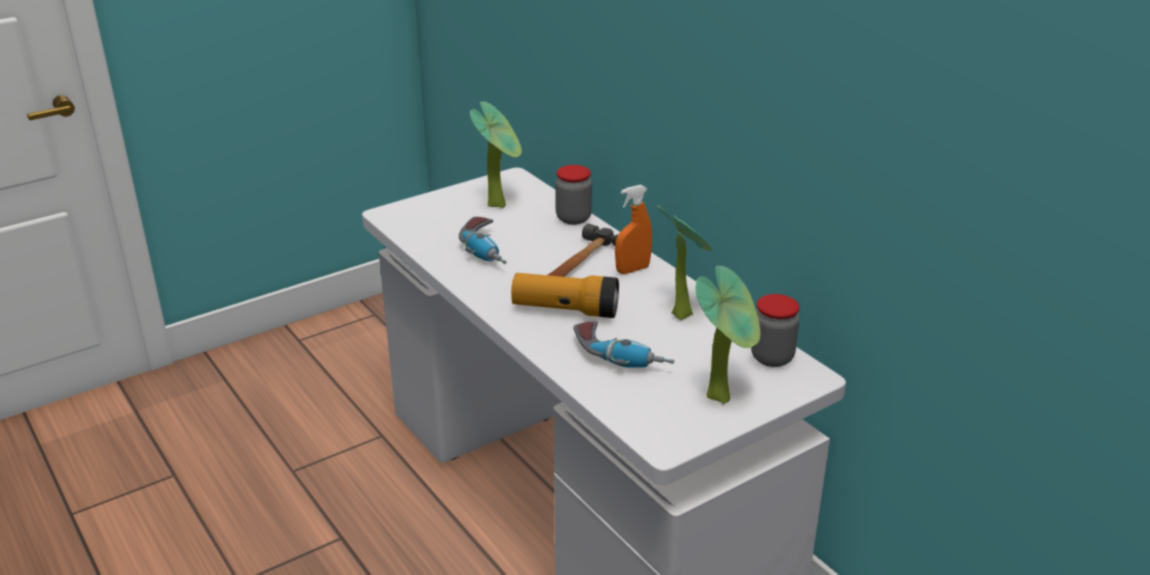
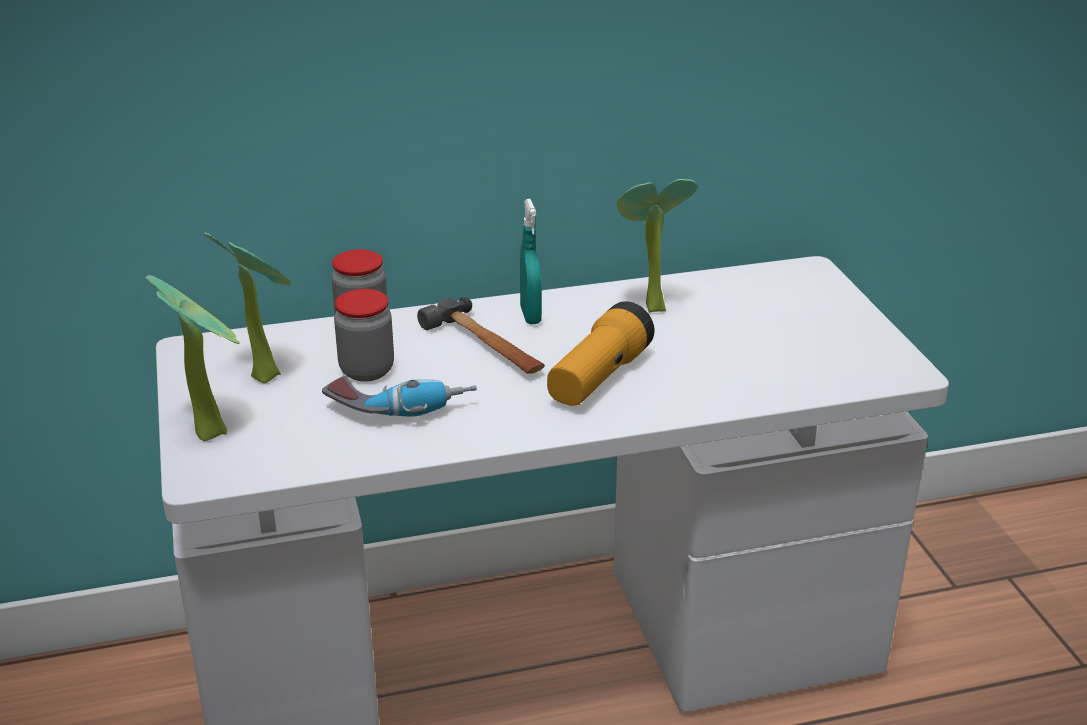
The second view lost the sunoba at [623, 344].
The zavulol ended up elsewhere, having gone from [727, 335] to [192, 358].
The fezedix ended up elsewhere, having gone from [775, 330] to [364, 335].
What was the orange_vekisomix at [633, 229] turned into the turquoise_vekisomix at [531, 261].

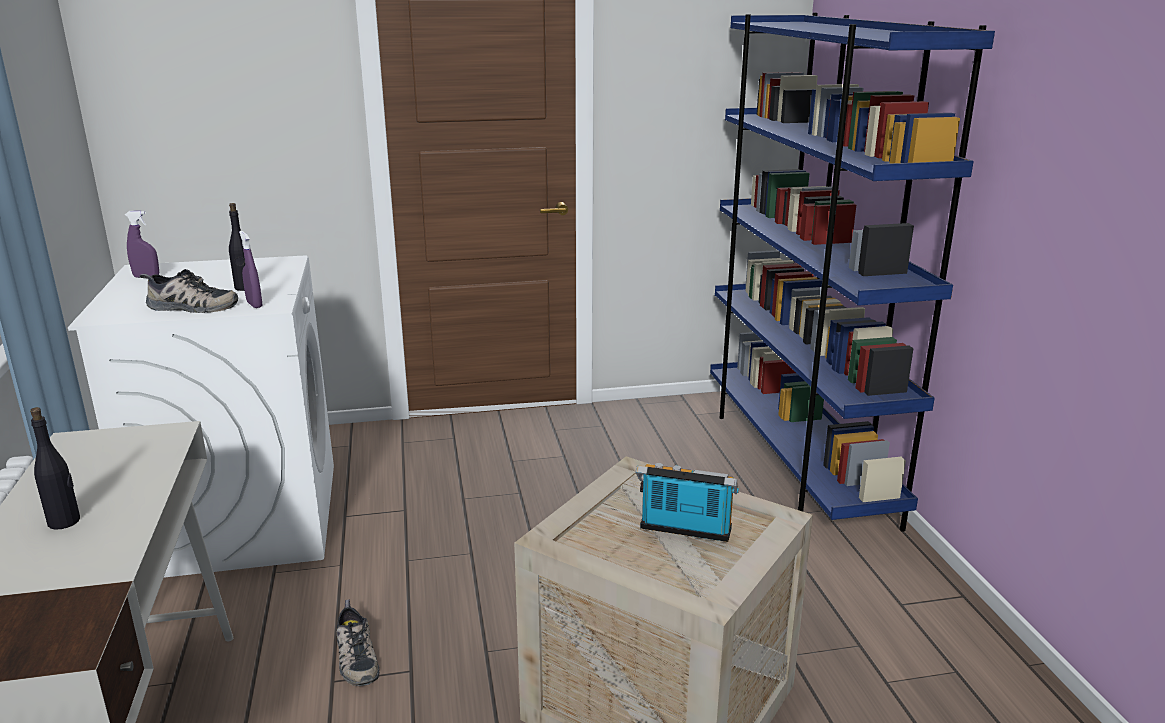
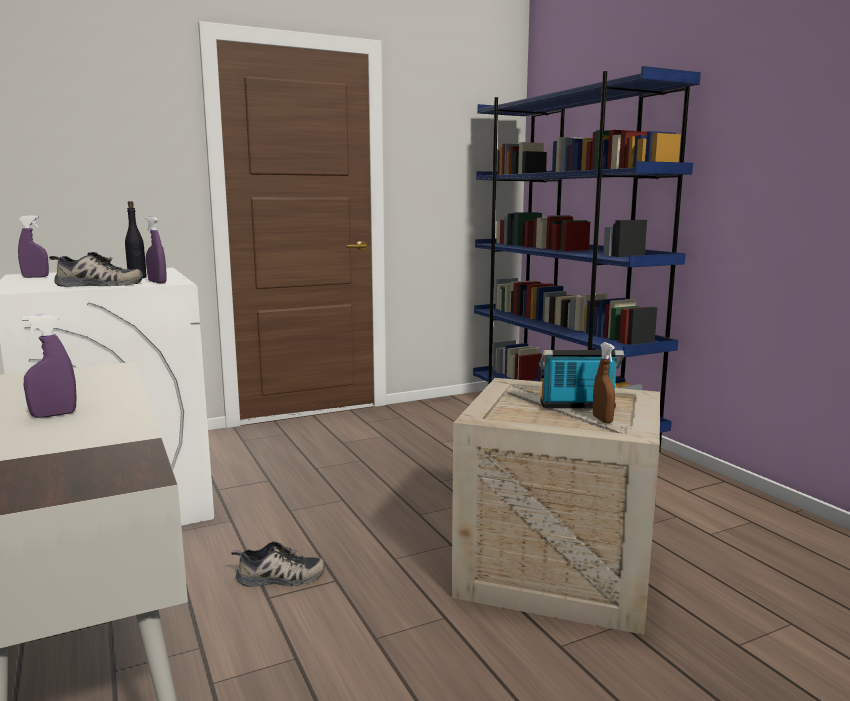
The second view gained the brown_vekisomix at [604, 382].
Where the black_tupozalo stood at [55, 468], the purple_vekisomix came to stand at [49, 366].
The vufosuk at [358, 642] ended up facing another way, 60 degrees counterclockwise from before.

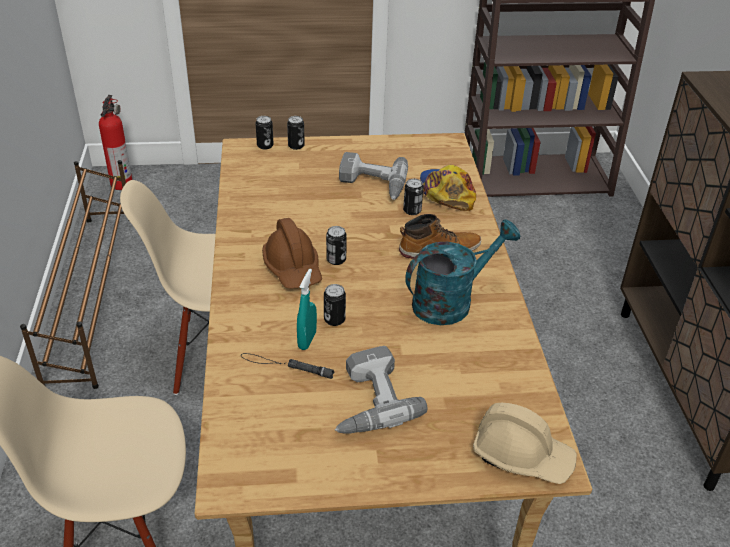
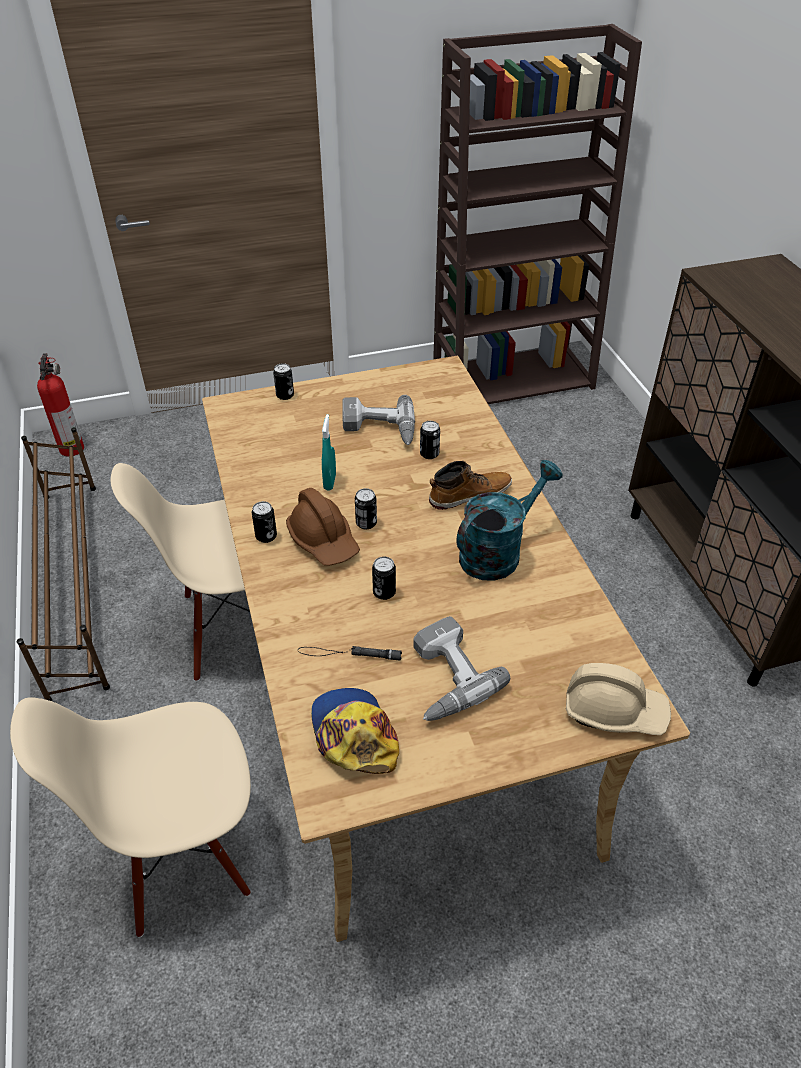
The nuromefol ended up elsewhere, having gone from [265, 133] to [264, 522].
The turquoise_vekisomix ended up elsewhere, having gone from [307, 309] to [329, 452].
The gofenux ended up elsewhere, having gone from [448, 188] to [355, 731].

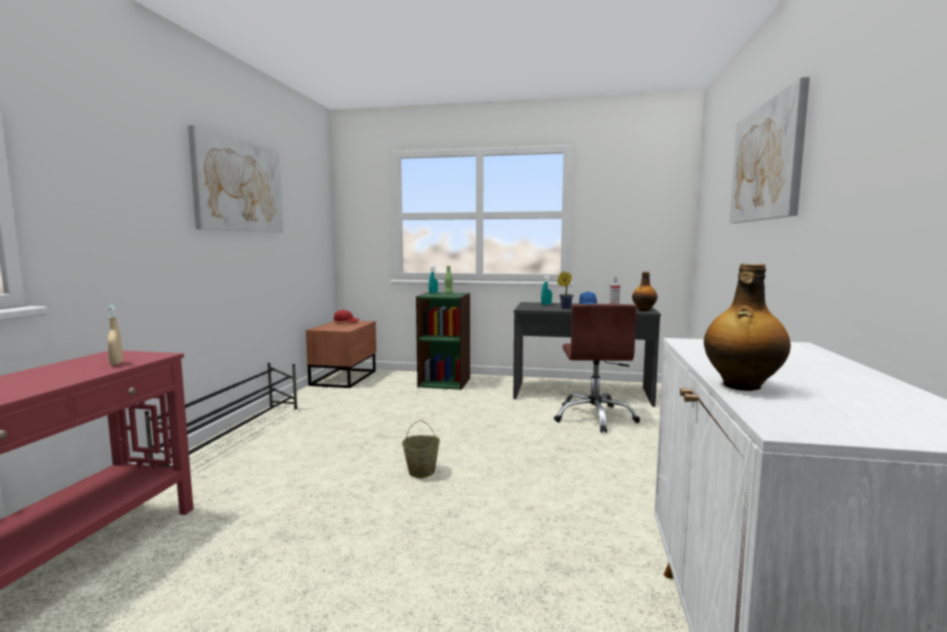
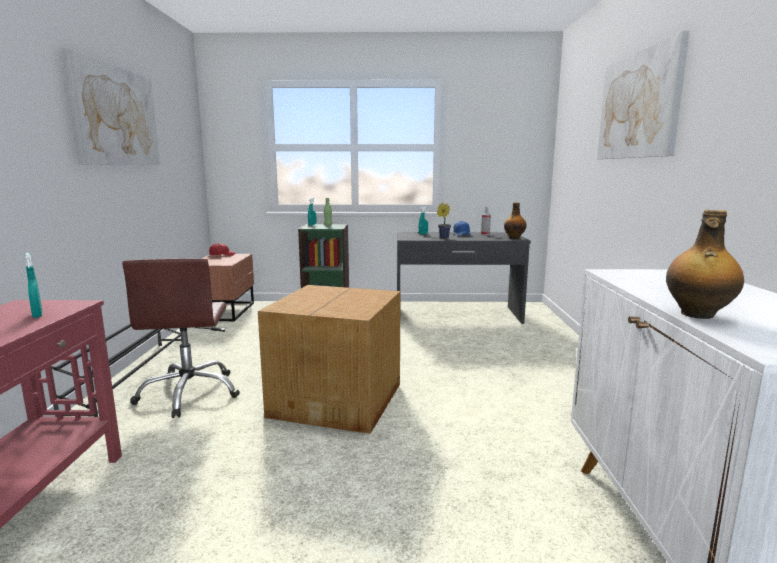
The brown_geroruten ended up elsewhere, having gone from [597, 368] to [181, 338].
Where the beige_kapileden stood at [421, 449], the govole came to stand at [329, 359].
What was the beige_vekisomix at [115, 335] turned into the turquoise_vekisomix at [34, 285].

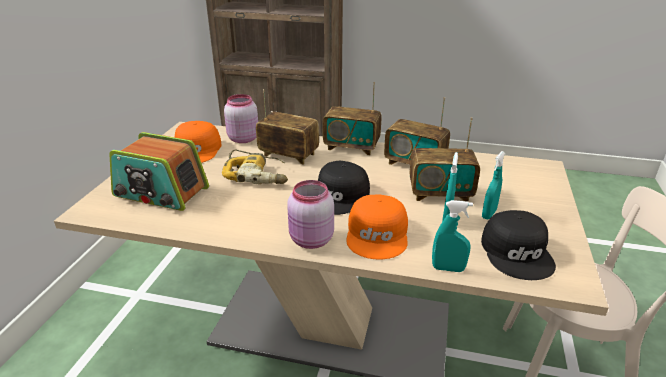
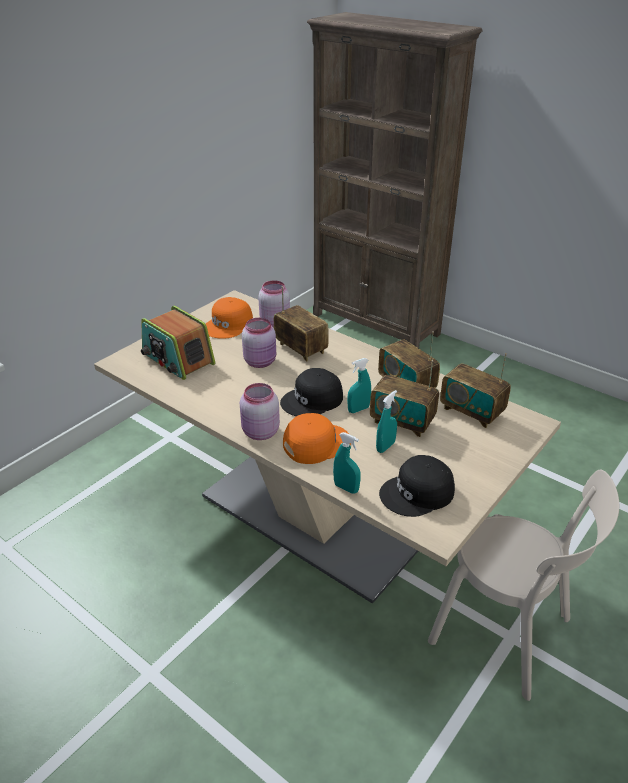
The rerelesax ended up elsewhere, having gone from [352, 118] to [475, 390].
The turquoise_vekisomix ended up elsewhere, having gone from [493, 185] to [359, 385].
Where the sunoba stood at [255, 167], the pink_fezedix came to stand at [259, 343].
The orange_gofenux at [377, 227] ended up facing another way, 150 degrees counterclockwise from before.
The black_gofenux at [518, 245] ended up facing another way, 45 degrees clockwise from before.

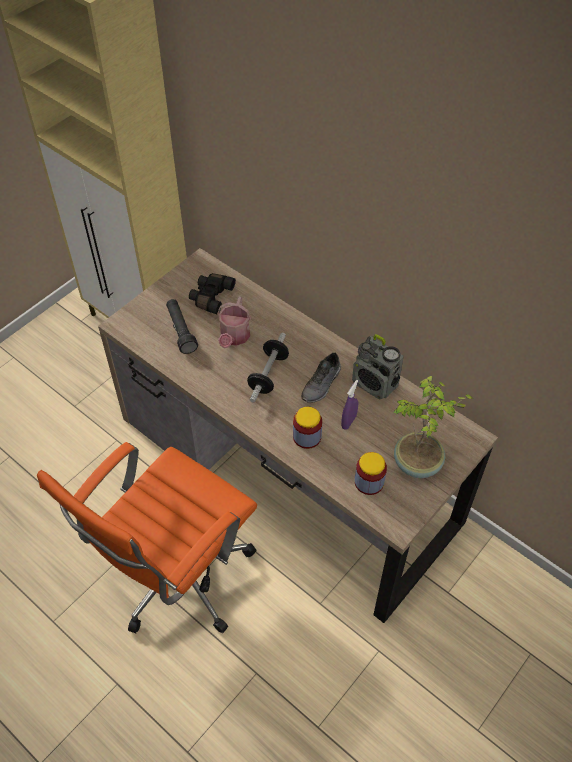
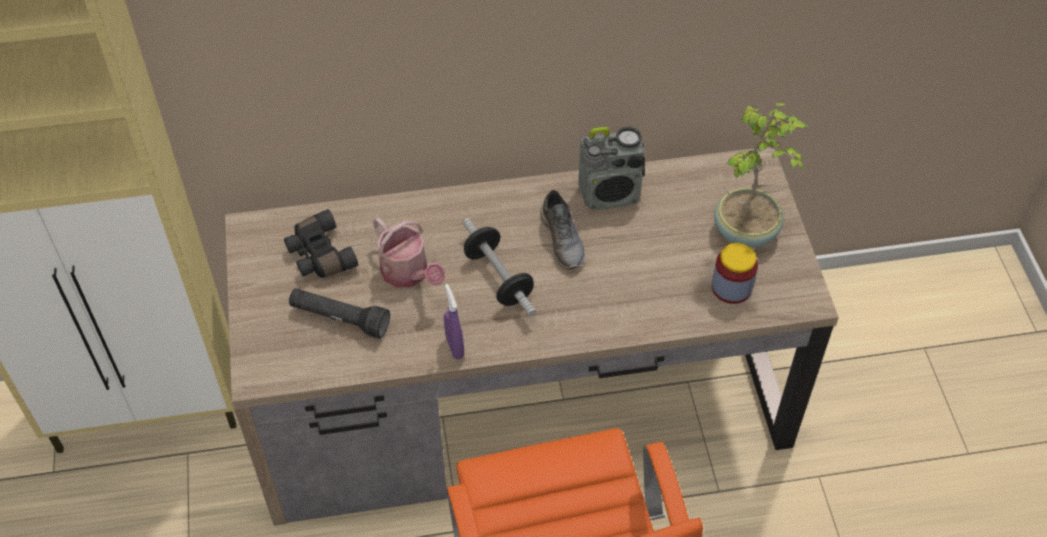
The second view lost the fezedix at [307, 428].
The purple_vekisomix ended up elsewhere, having gone from [350, 405] to [454, 321].

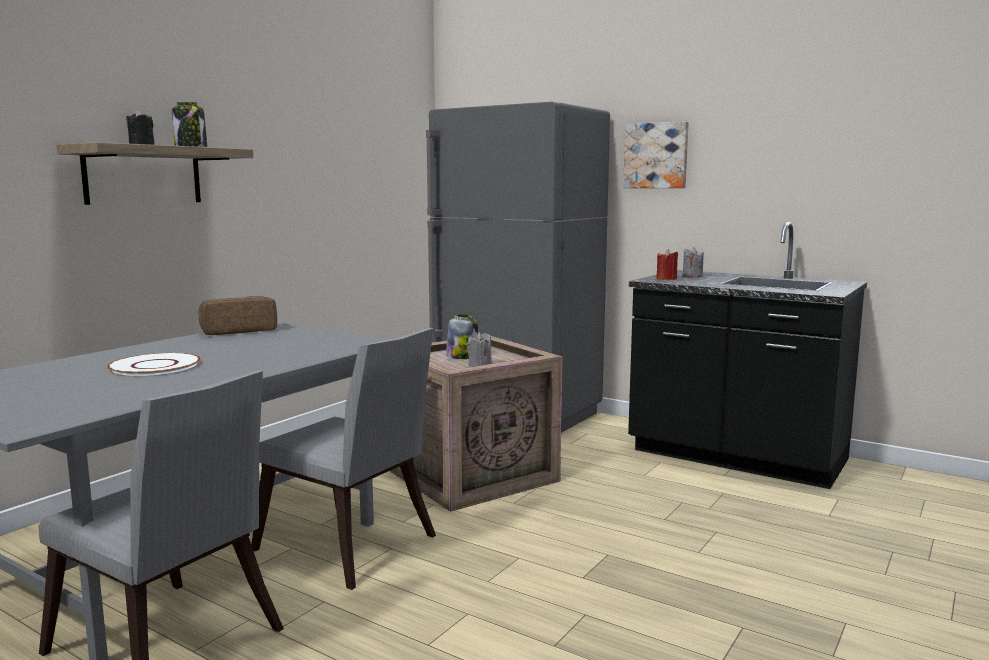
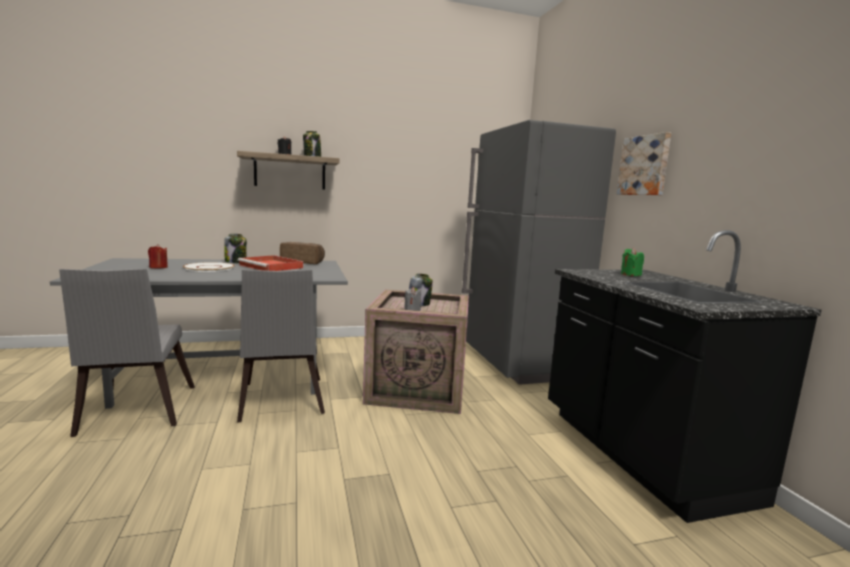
The second view gained the fezedix at [236, 248].
The second view gained the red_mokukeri at [270, 263].
The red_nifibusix ended up elsewhere, having gone from [667, 264] to [158, 256].
What was the grey_nifibusix at [693, 262] turned into the green_nifibusix at [632, 262].

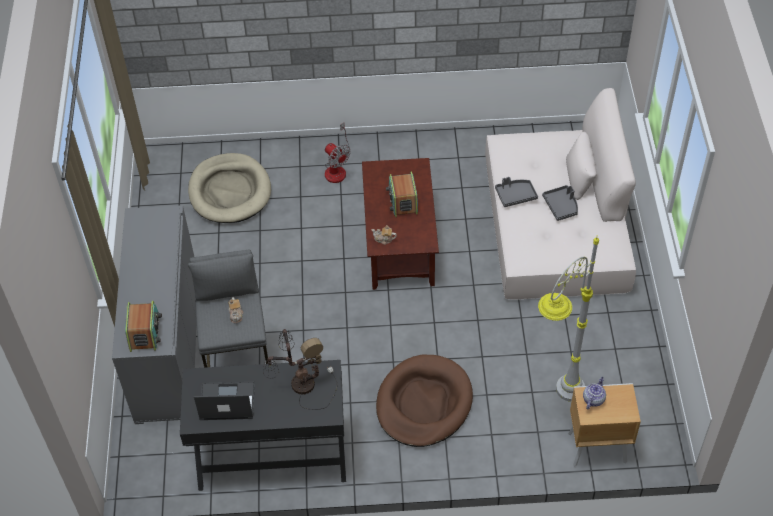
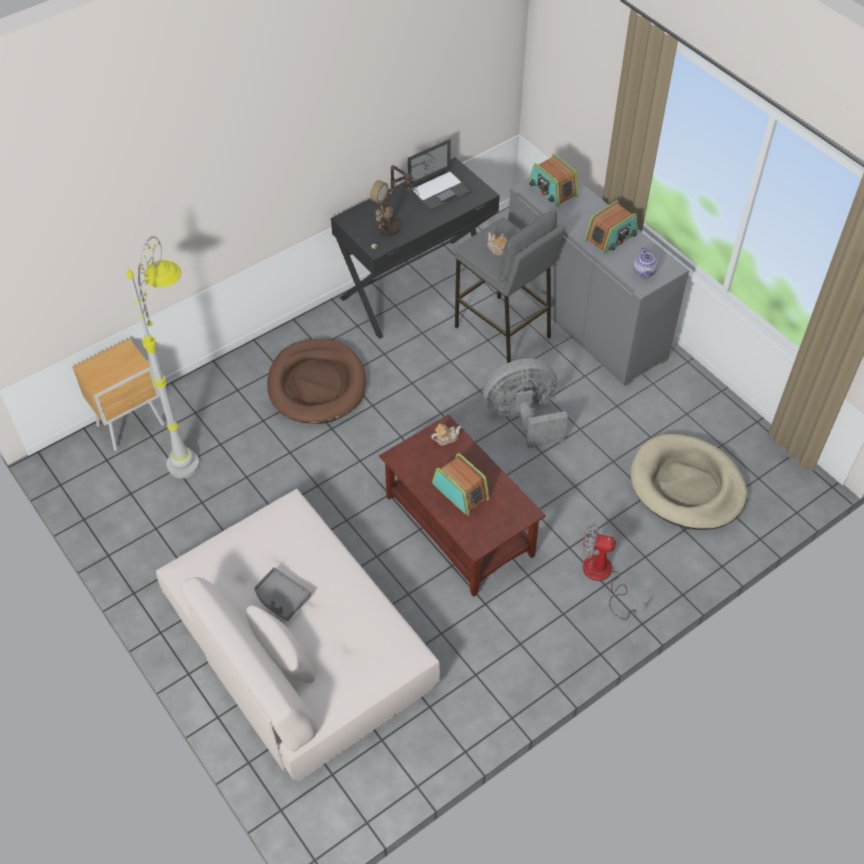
The second view lost the grey_mokukeri at [516, 192].
The second view gained the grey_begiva at [525, 403].
The second view gained the rerelesax at [610, 227].
The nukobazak ended up elsewhere, having gone from [594, 393] to [645, 263].

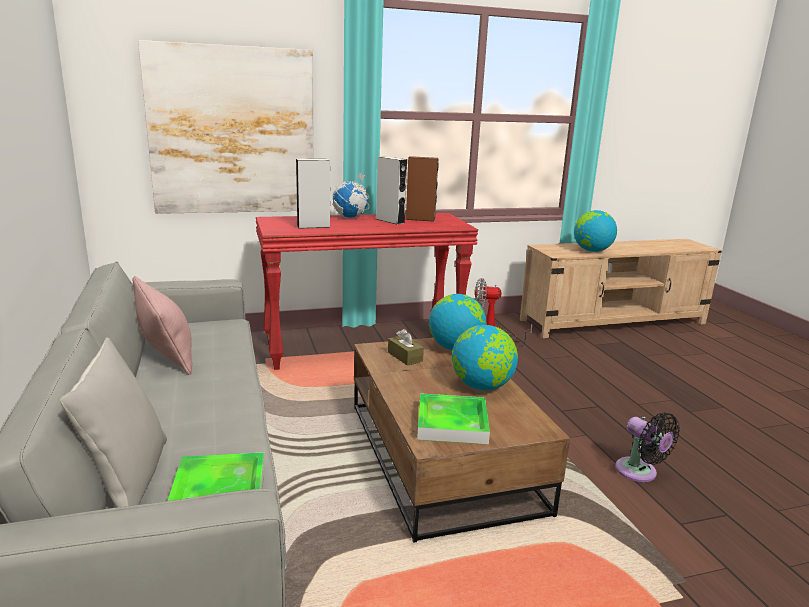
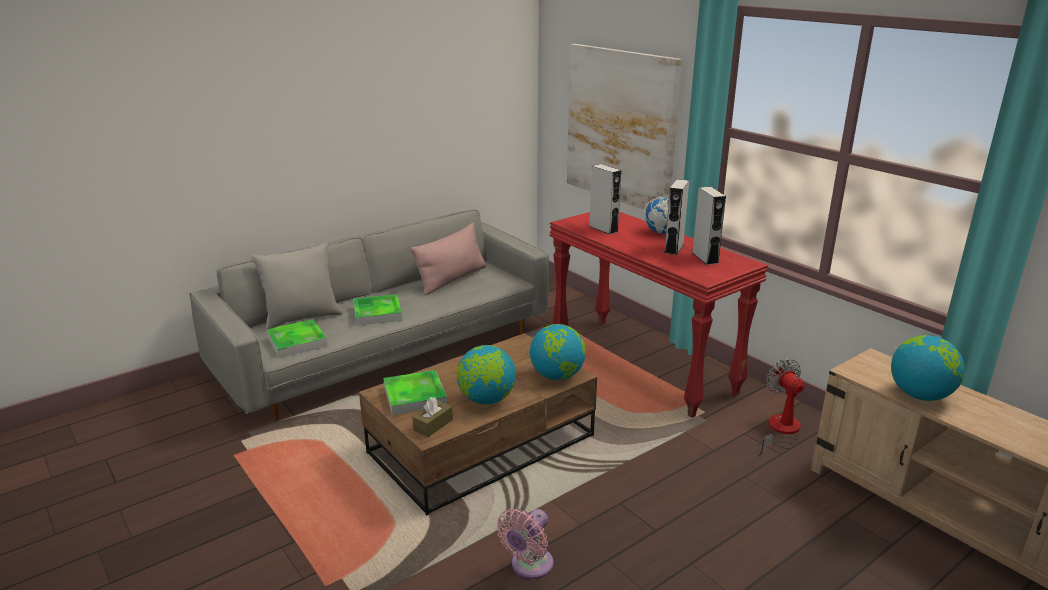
The second view gained the mokukeri at [377, 310].
The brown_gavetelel ended up elsewhere, having gone from [406, 347] to [432, 417].
What was the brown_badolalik at [422, 189] turned into the grey_badolalik at [709, 226].
What was the black_begiva at [647, 447] turned into the pink_begiva at [525, 544].

